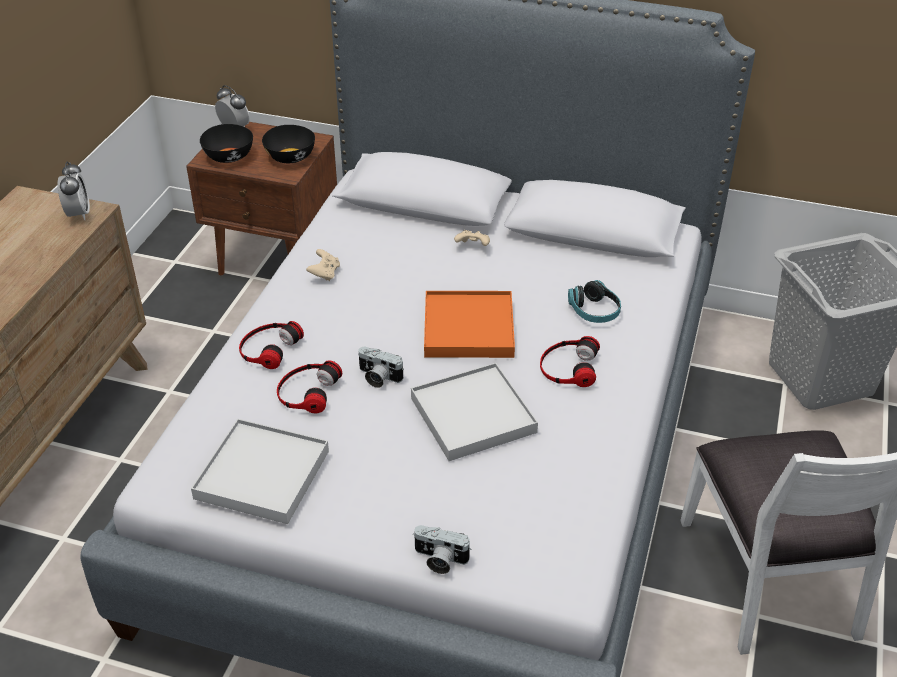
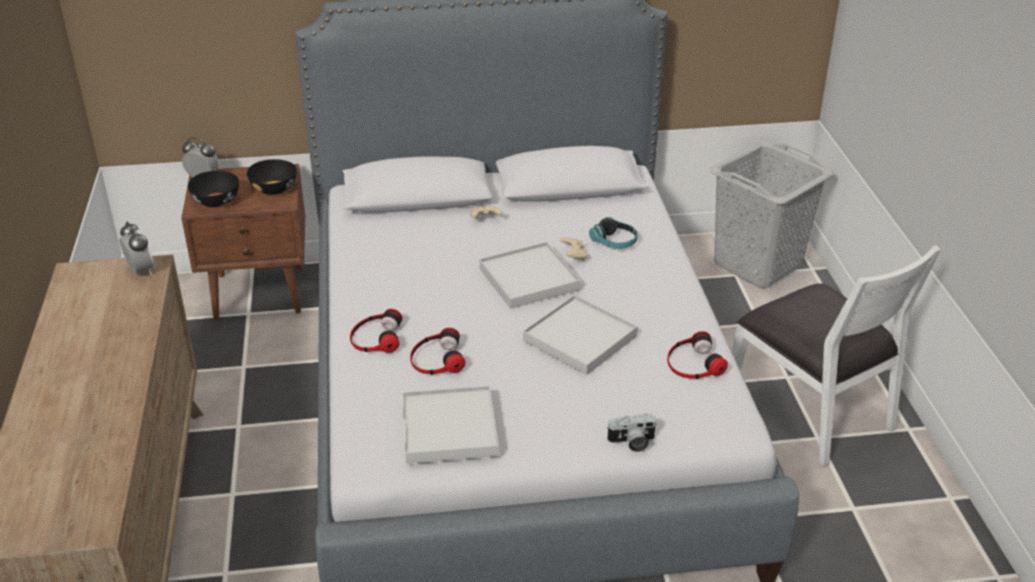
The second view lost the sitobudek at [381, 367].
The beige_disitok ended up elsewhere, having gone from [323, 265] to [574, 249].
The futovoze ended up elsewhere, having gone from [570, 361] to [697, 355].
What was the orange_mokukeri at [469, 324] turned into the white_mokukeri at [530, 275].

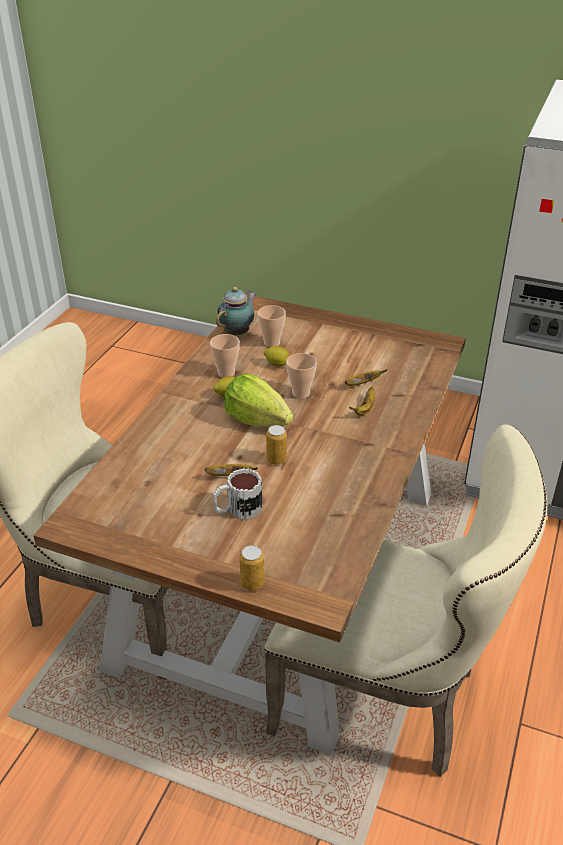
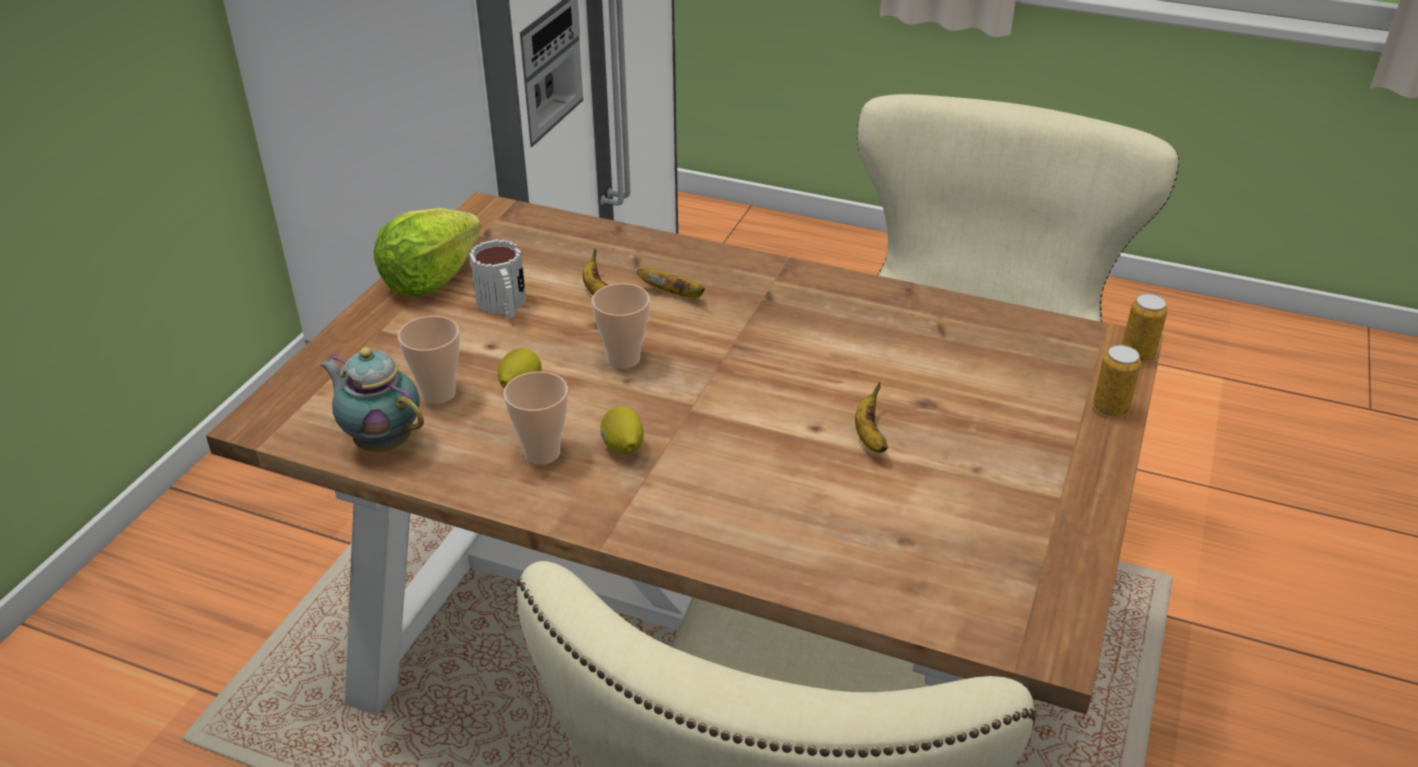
The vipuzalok ended up elsewhere, having gone from [237, 494] to [497, 279].
The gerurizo ended up elsewhere, having gone from [258, 400] to [428, 252].
The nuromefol ended up elsewhere, having gone from [276, 445] to [1145, 328].

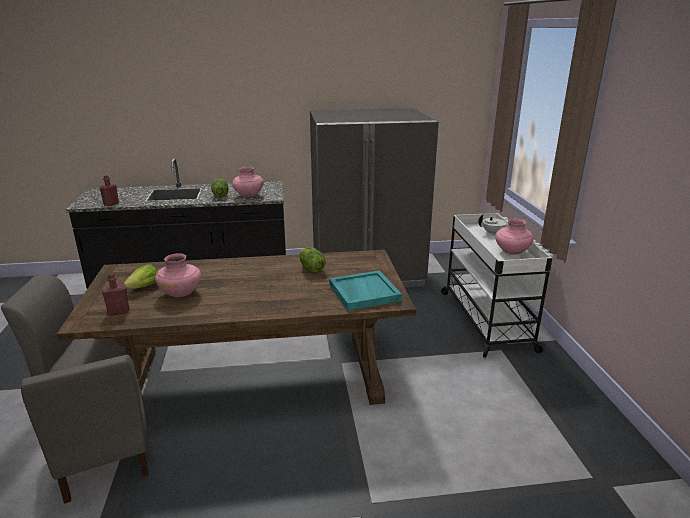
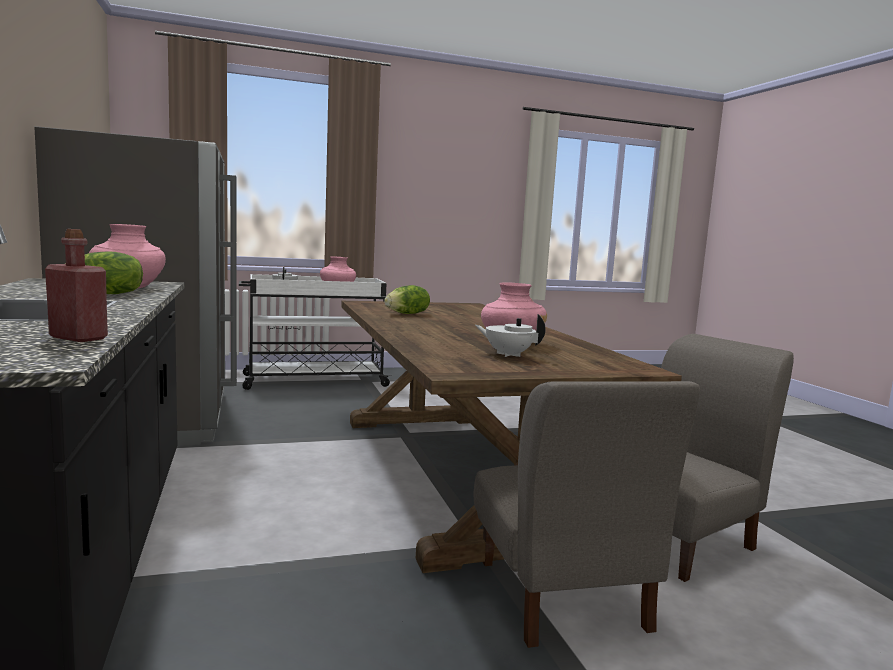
The second view lost the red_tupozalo at [115, 294].
The second view lost the turquoise_mokukeri at [365, 291].
Where the gerurizo stood at [140, 277], the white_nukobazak came to stand at [510, 335].

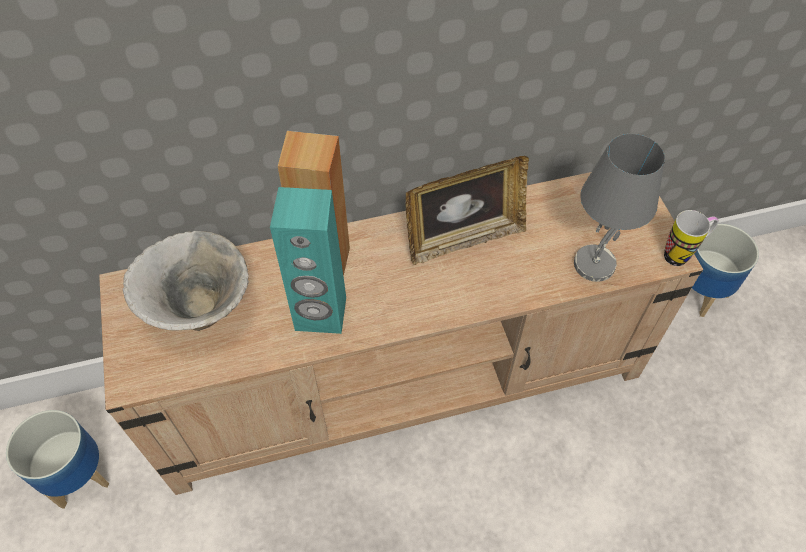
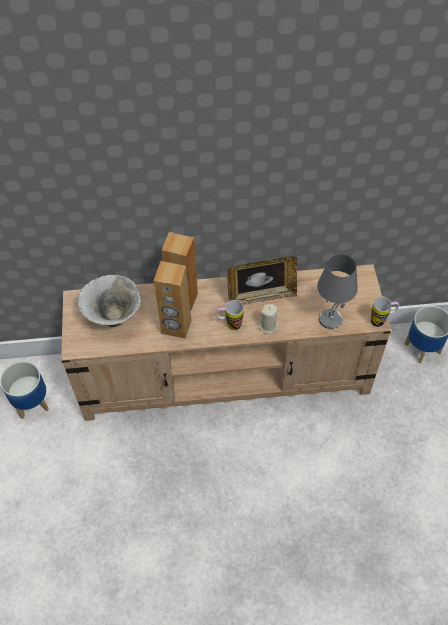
The second view gained the vipuzalok at [230, 315].
The second view gained the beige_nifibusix at [268, 319].
What was the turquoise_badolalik at [308, 260] turned into the brown_badolalik at [172, 300].

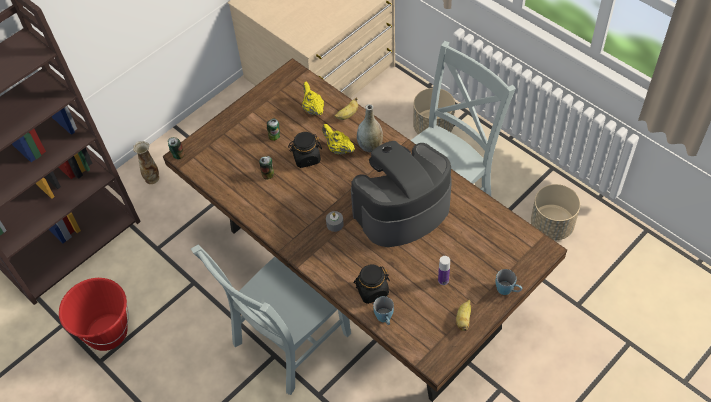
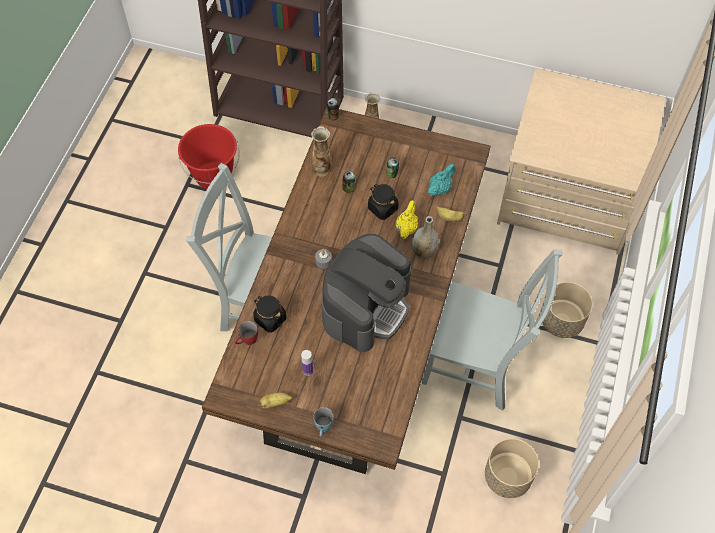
The second view gained the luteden at [321, 151].
What was the yellow_nukobazak at [313, 98] turned into the turquoise_nukobazak at [442, 180].
What was the blue_vipuzalok at [383, 310] turned into the red_vipuzalok at [246, 333].
The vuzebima at [401, 194] ended up facing another way, 90 degrees clockwise from before.

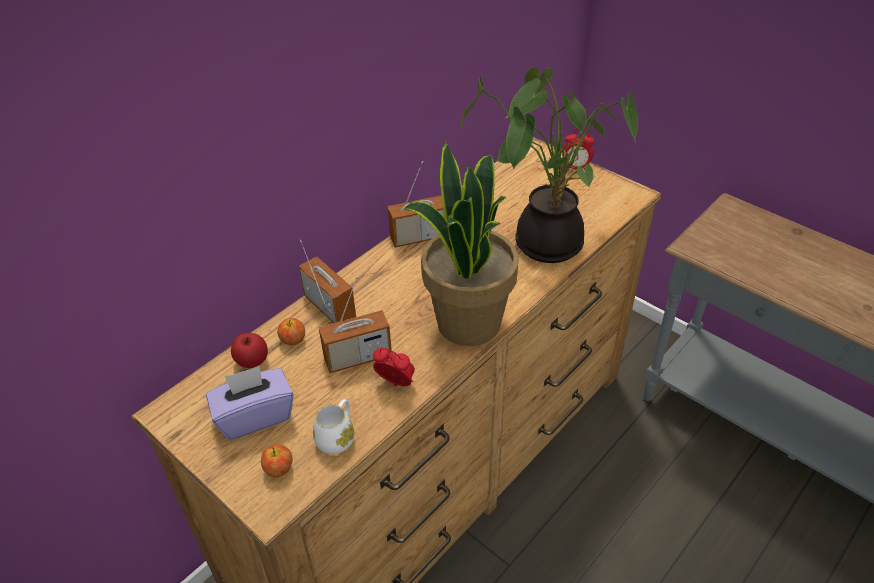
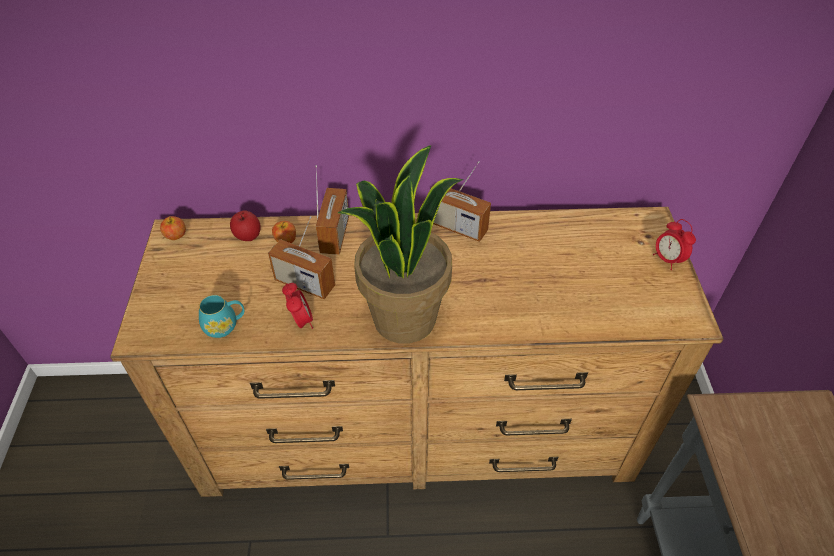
The second view lost the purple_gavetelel at [250, 403].
The second view lost the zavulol at [549, 165].
The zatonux ended up elsewhere, having gone from [276, 460] to [173, 228].
What was the white_vipuzalok at [333, 426] turned into the turquoise_vipuzalok at [221, 316].

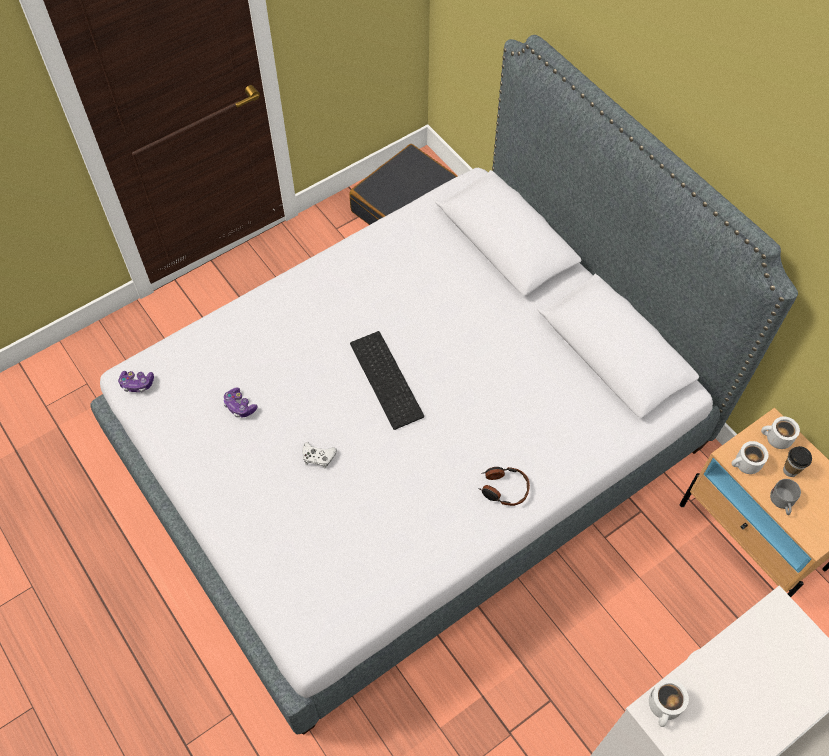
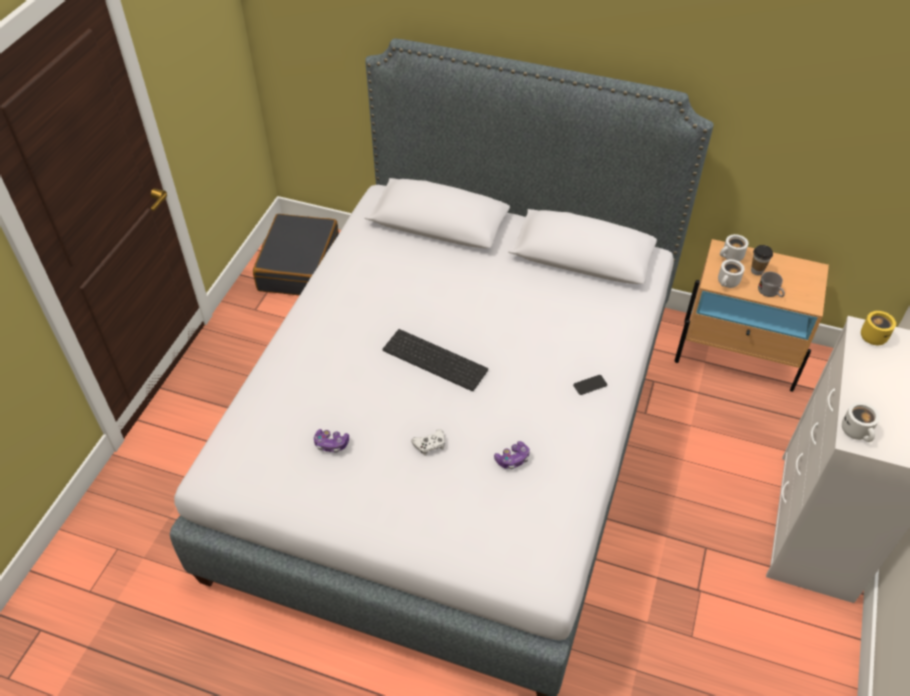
The second view gained the yellow_vipuzalok at [878, 328].
The disitok ended up elsewhere, having gone from [136, 381] to [512, 455].
Where the futovoze stood at [504, 486], the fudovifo came to stand at [590, 385].

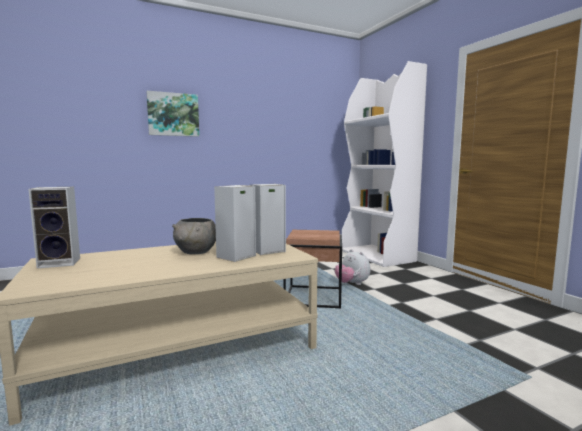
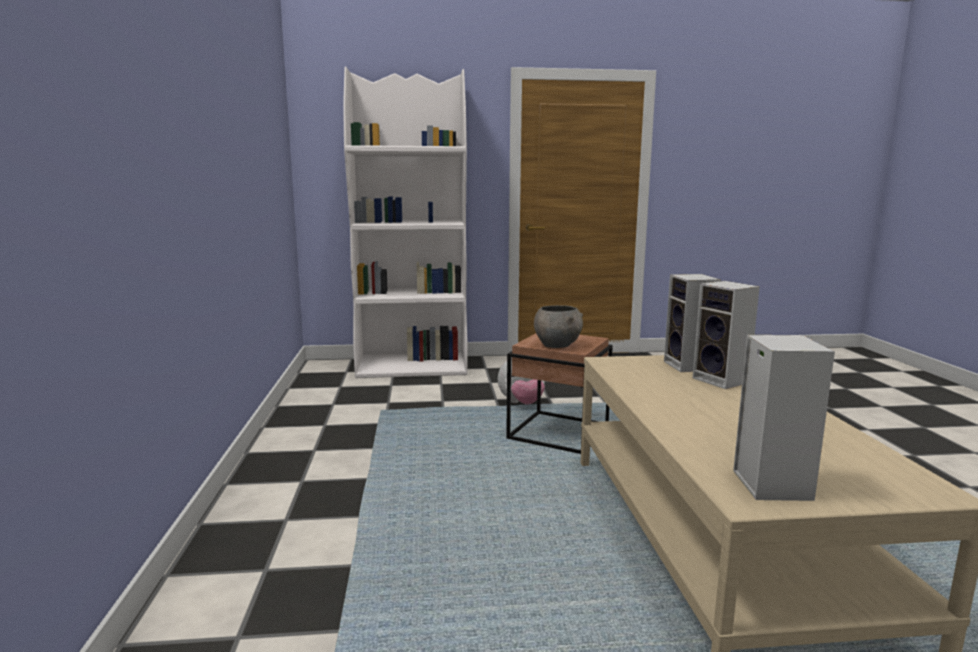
The second view lost the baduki at [172, 114].
The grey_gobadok ended up elsewhere, having gone from [194, 236] to [558, 326].

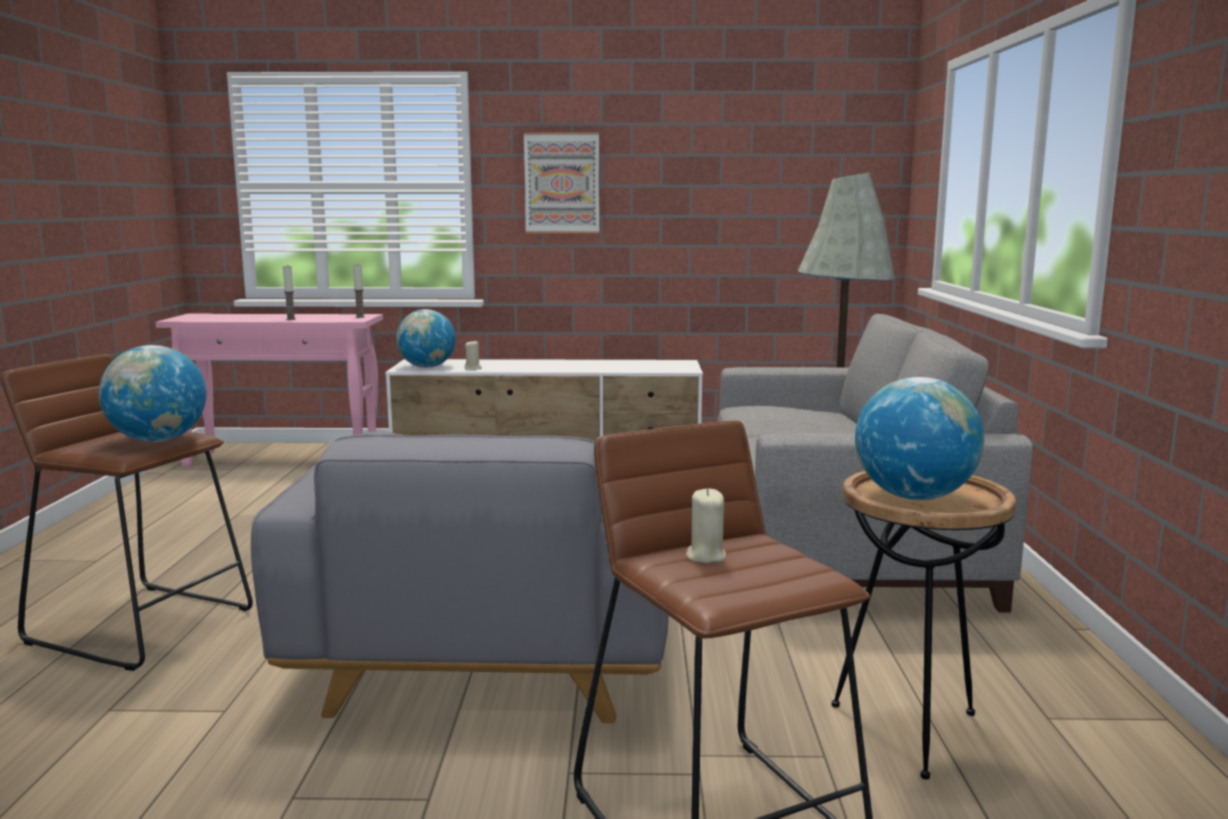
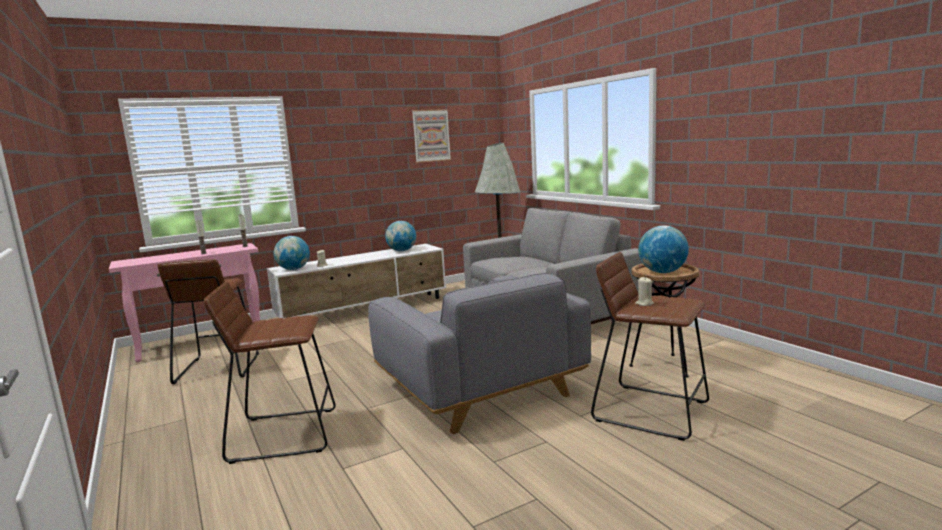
The second view gained the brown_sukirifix at [208, 321].
The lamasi ended up elsewhere, having gone from [152, 393] to [400, 236].
The baduki ended up elsewhere, having gone from [561, 182] to [431, 136].

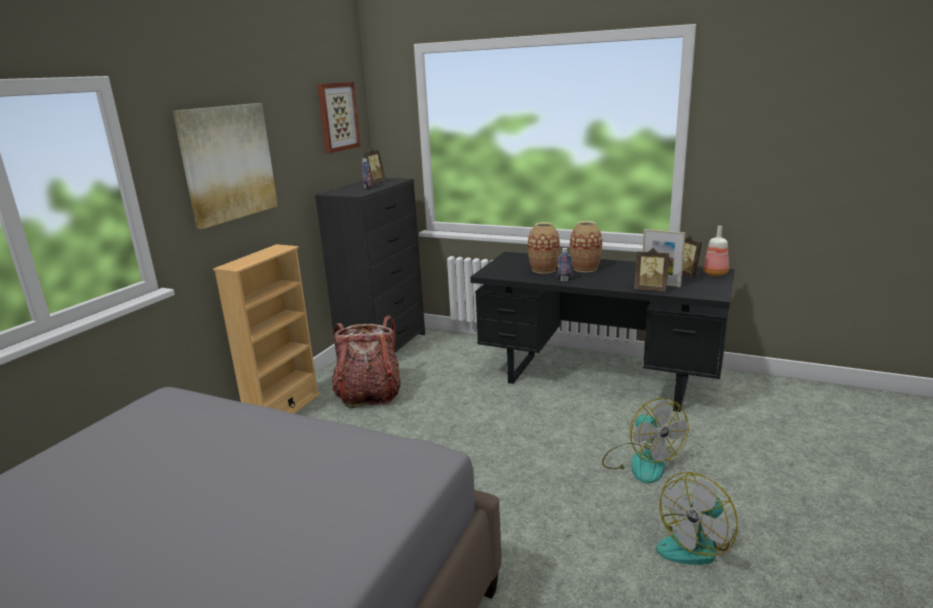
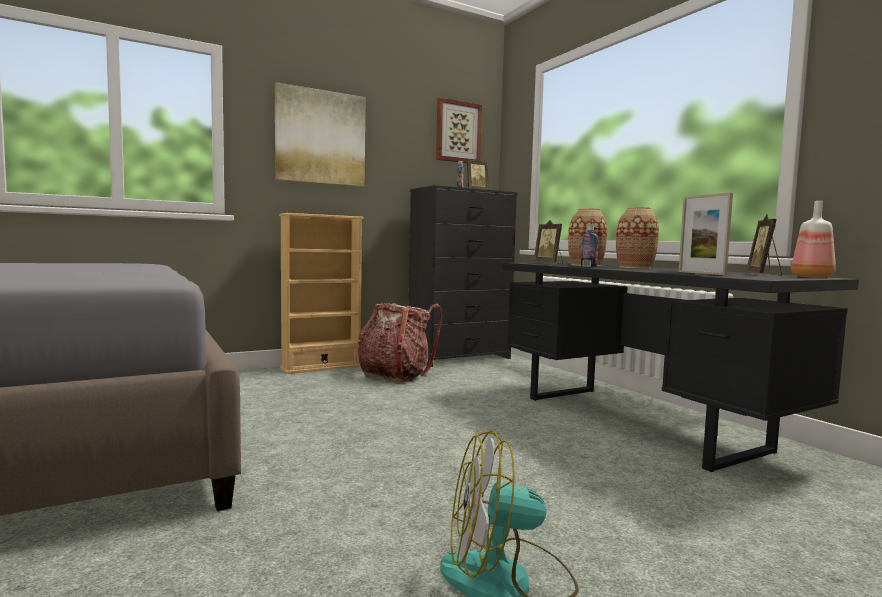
The second view lost the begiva at [645, 440].
The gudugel ended up elsewhere, having gone from [651, 269] to [548, 242].

